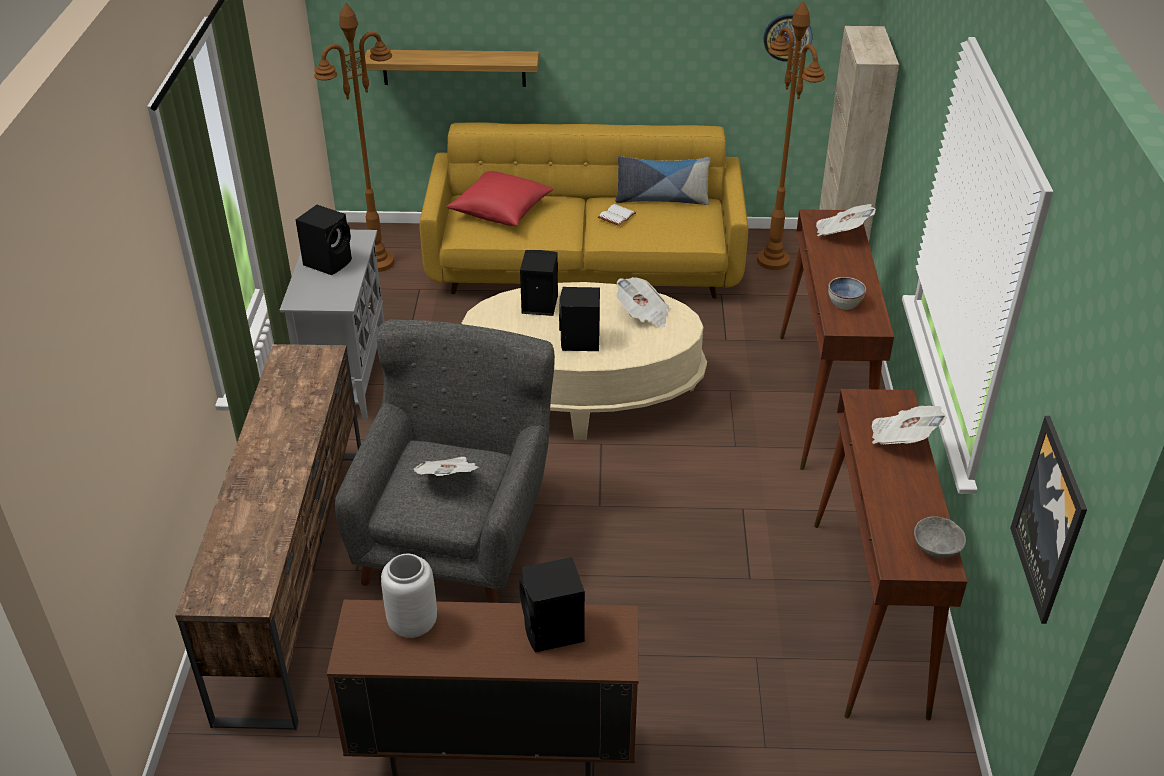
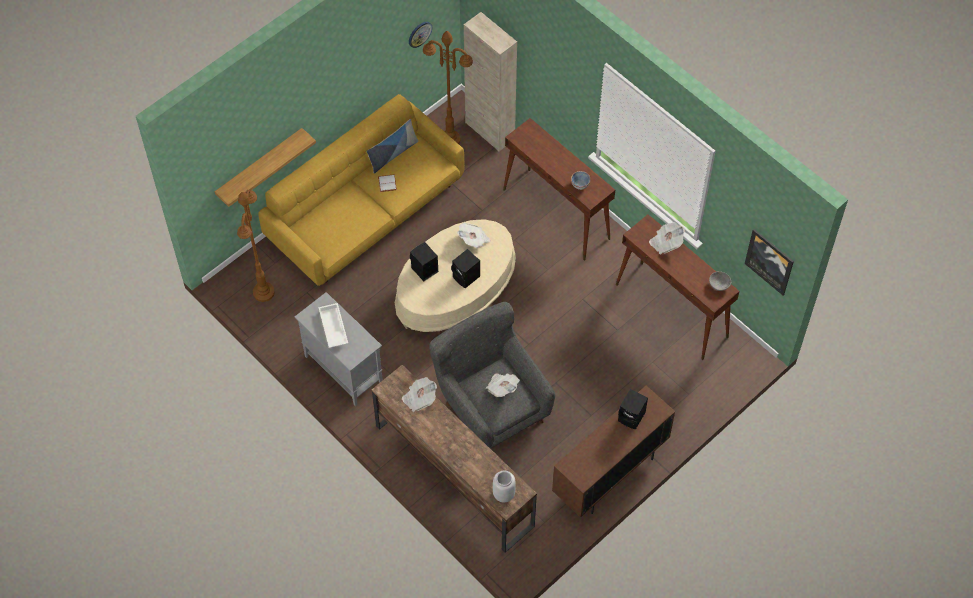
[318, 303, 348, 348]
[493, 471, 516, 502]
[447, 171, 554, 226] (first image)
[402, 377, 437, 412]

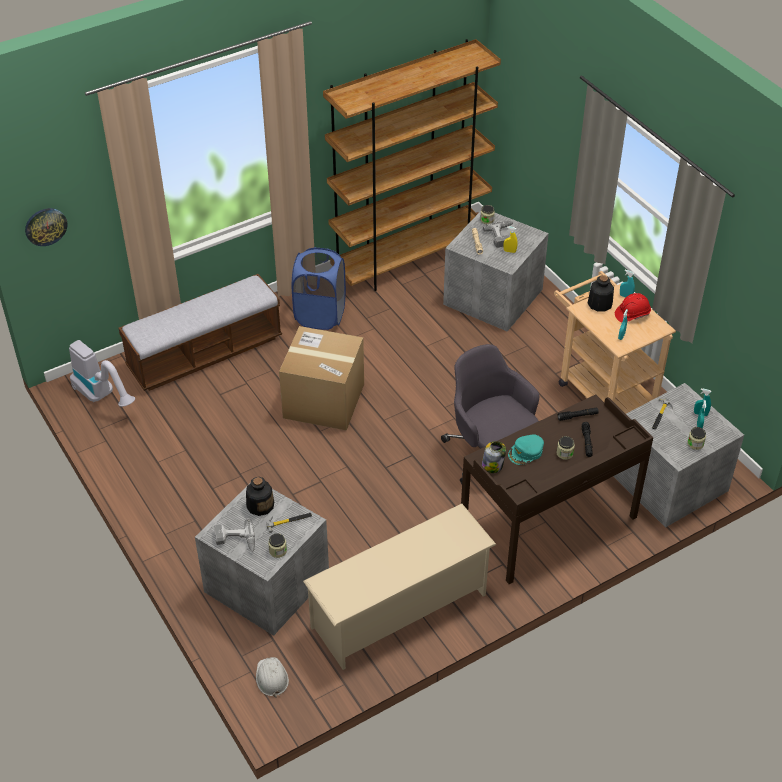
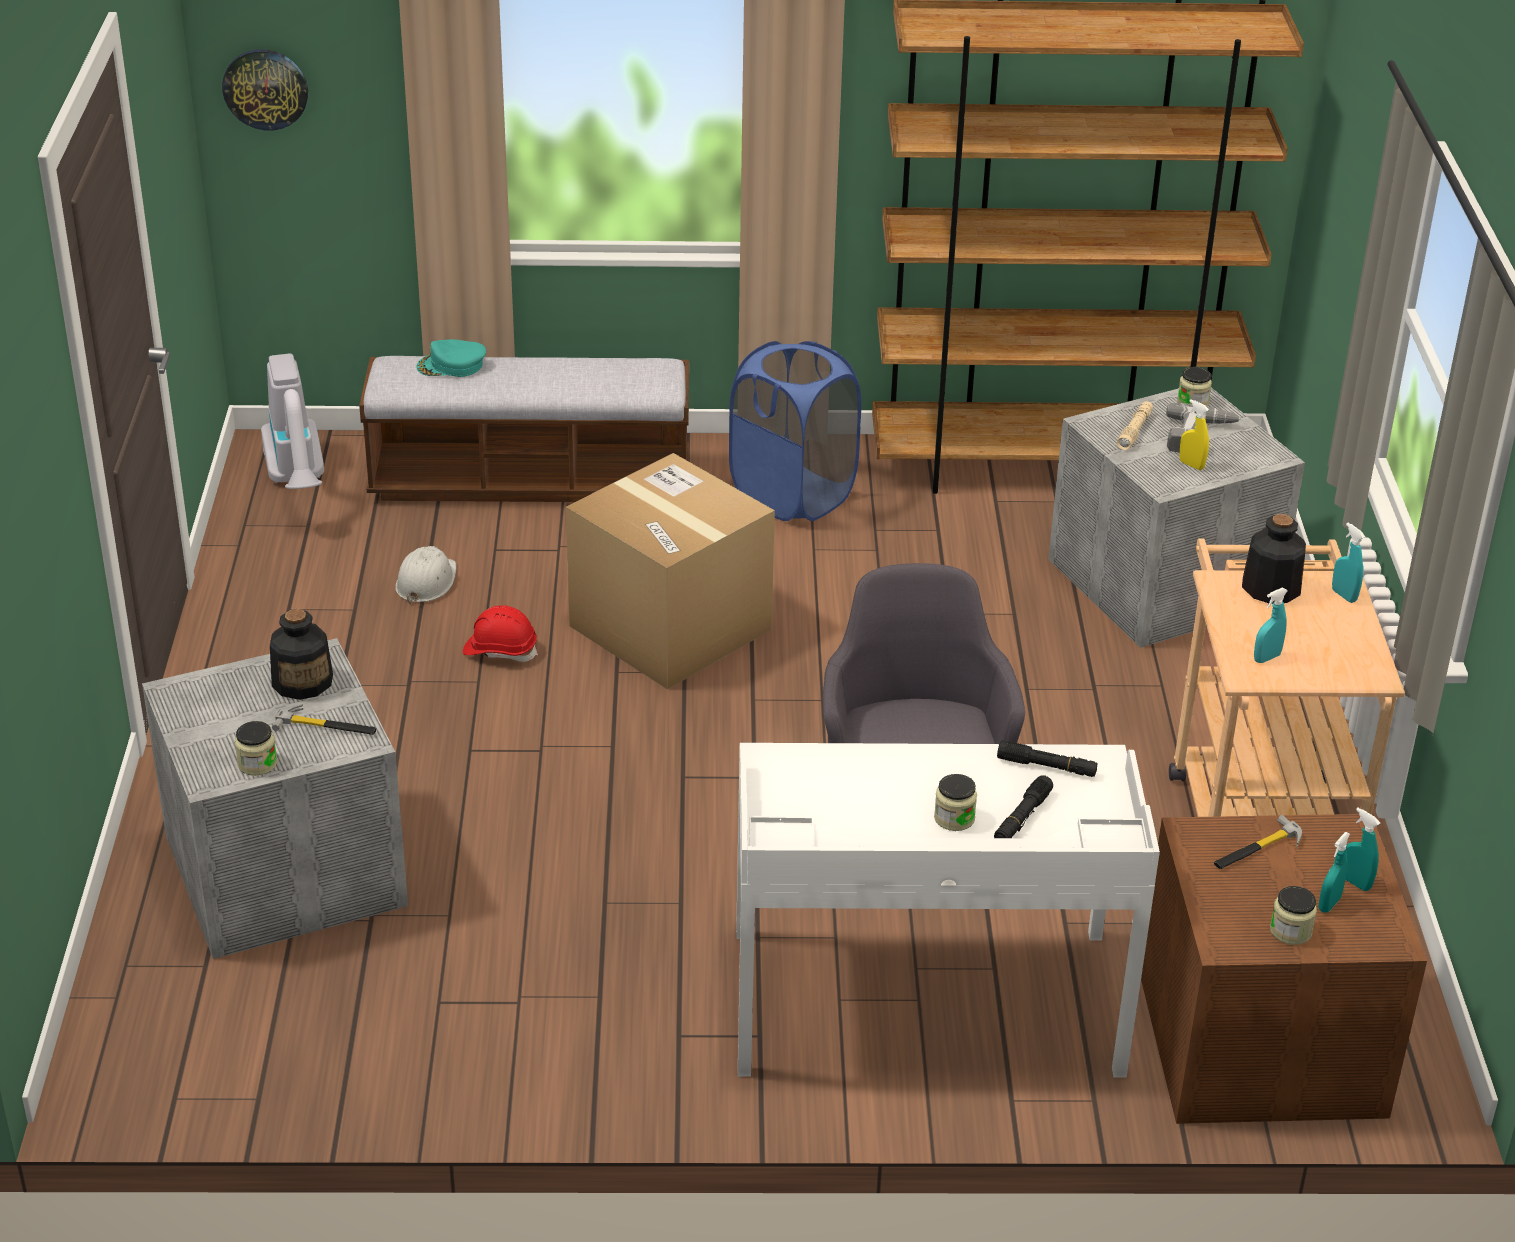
[214, 519, 255, 552] (first image)
[395, 546, 456, 604]
[303, 504, 497, 670] (first image)
[736, 743, 1160, 1078]
[482, 441, 506, 473] (first image)
[416, 339, 486, 377]
[1141, 814, 1427, 1124]
[463, 605, 538, 662]

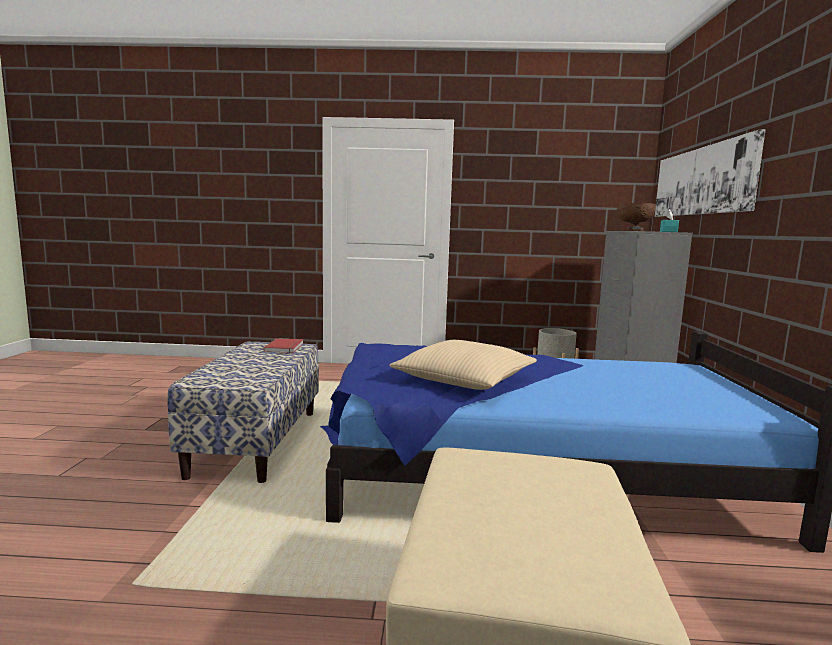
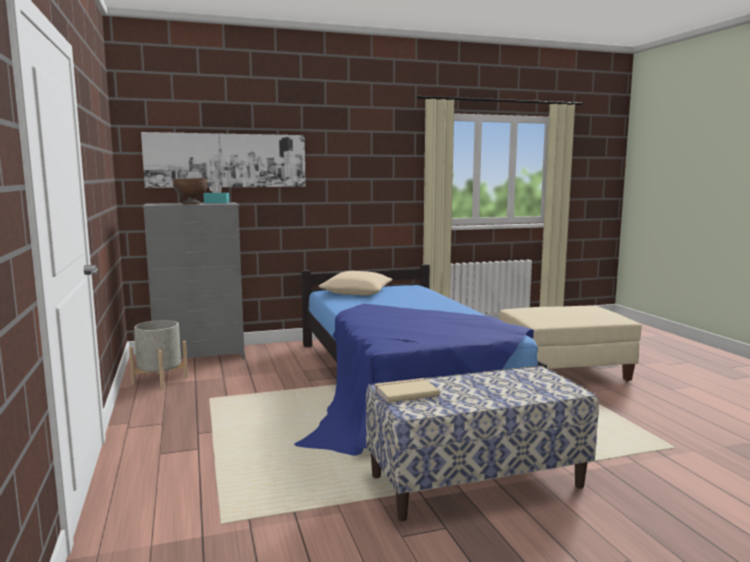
[375, 378, 440, 403]
[319, 271, 392, 295]

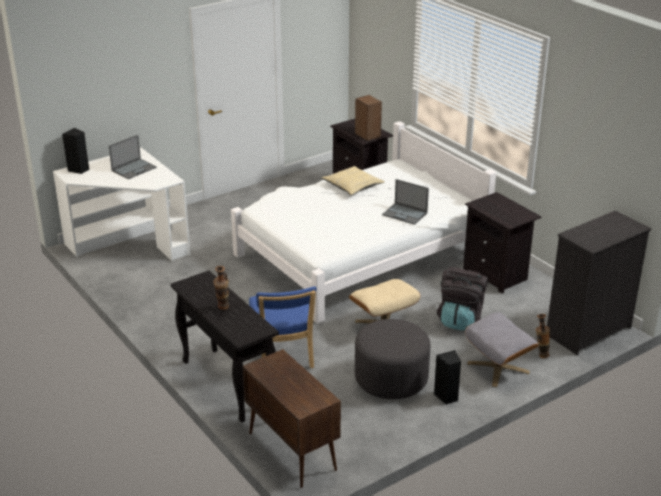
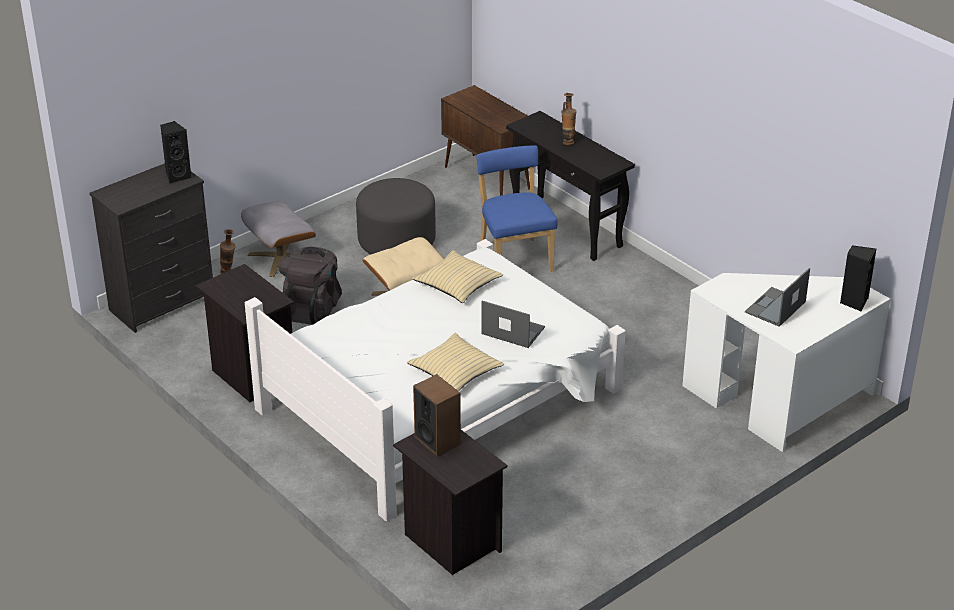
[481, 301, 545, 348]
[160, 121, 192, 184]
[412, 250, 503, 303]

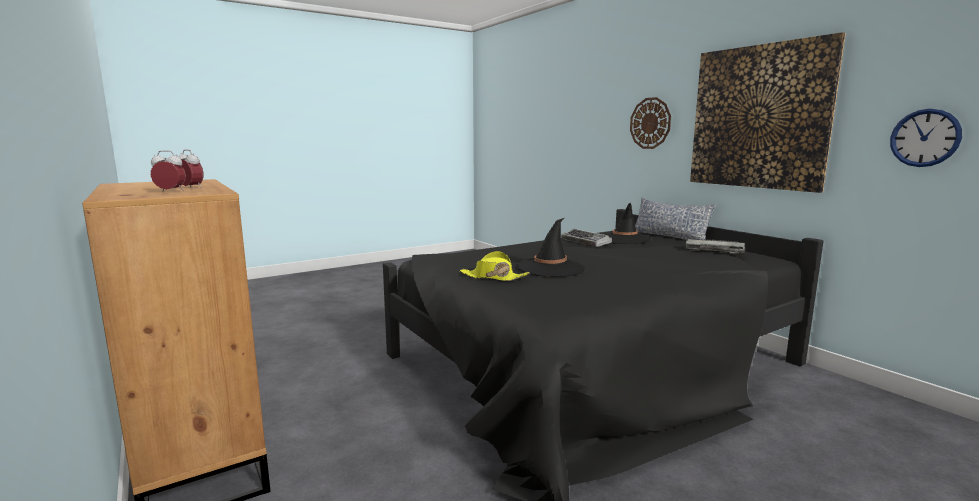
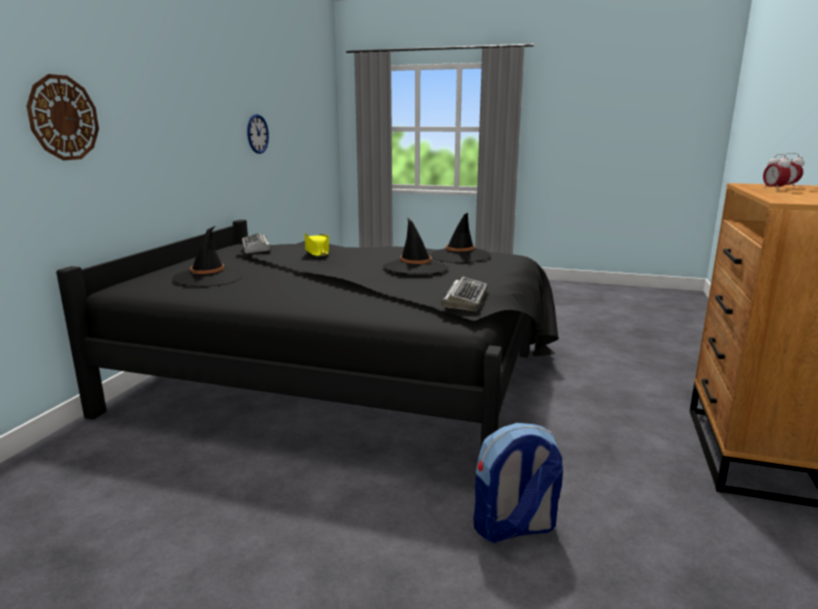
[304, 233, 329, 256]
[441, 277, 488, 312]
[635, 198, 715, 240] (first image)
[690, 32, 846, 193] (first image)
[430, 213, 490, 263]
[473, 423, 563, 543]

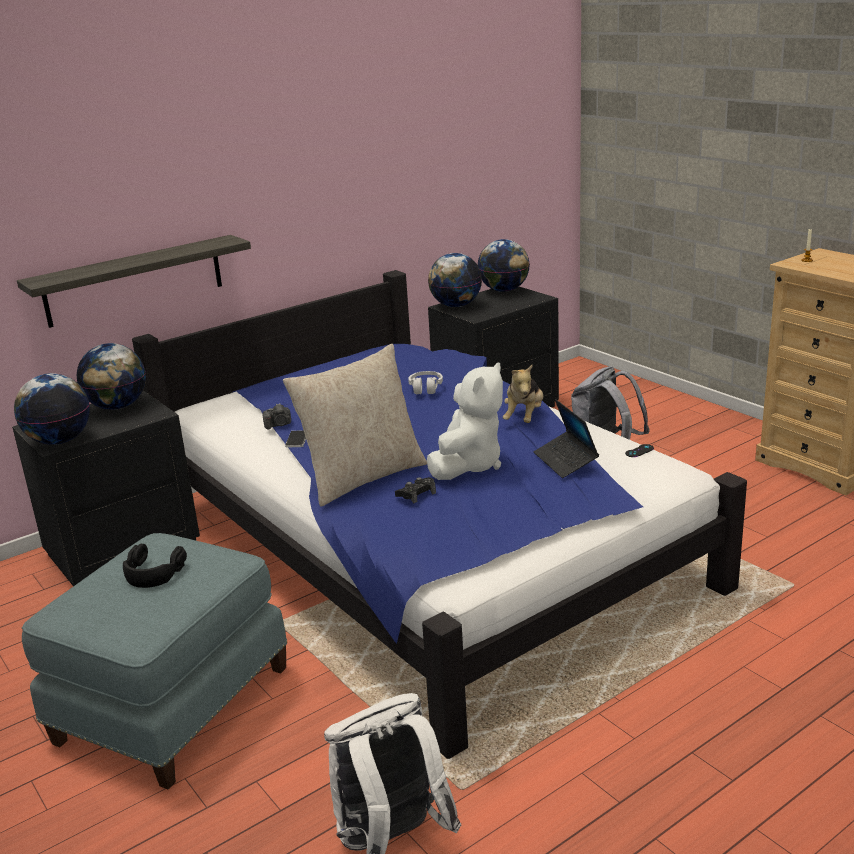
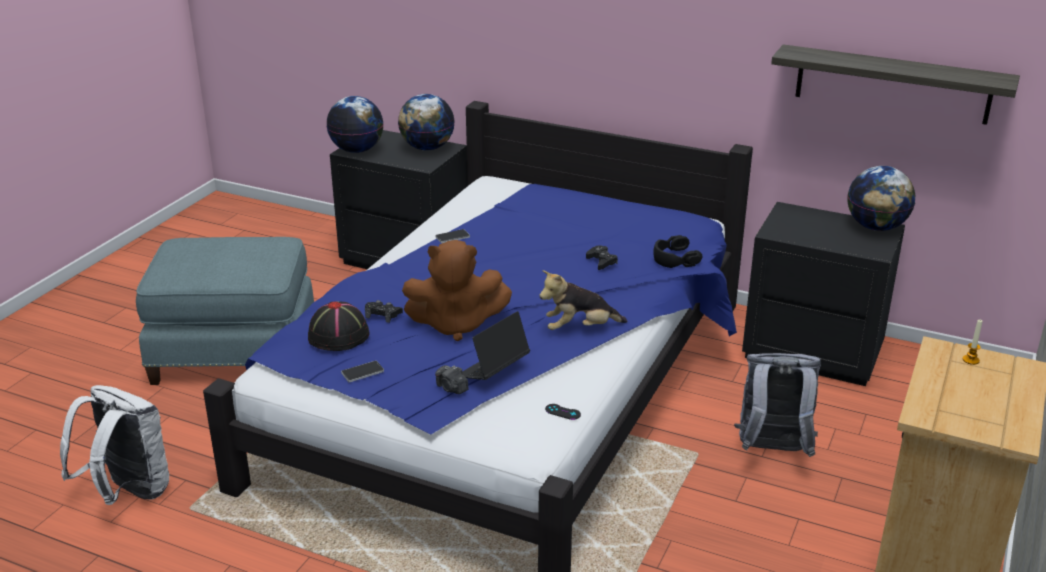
[771, 44, 1020, 125]
[653, 235, 702, 268]
[435, 365, 468, 394]
[283, 344, 427, 506] (first image)
[586, 245, 618, 270]
[402, 240, 512, 341]
[428, 253, 482, 307] (first image)
[308, 301, 370, 351]
[341, 361, 384, 382]

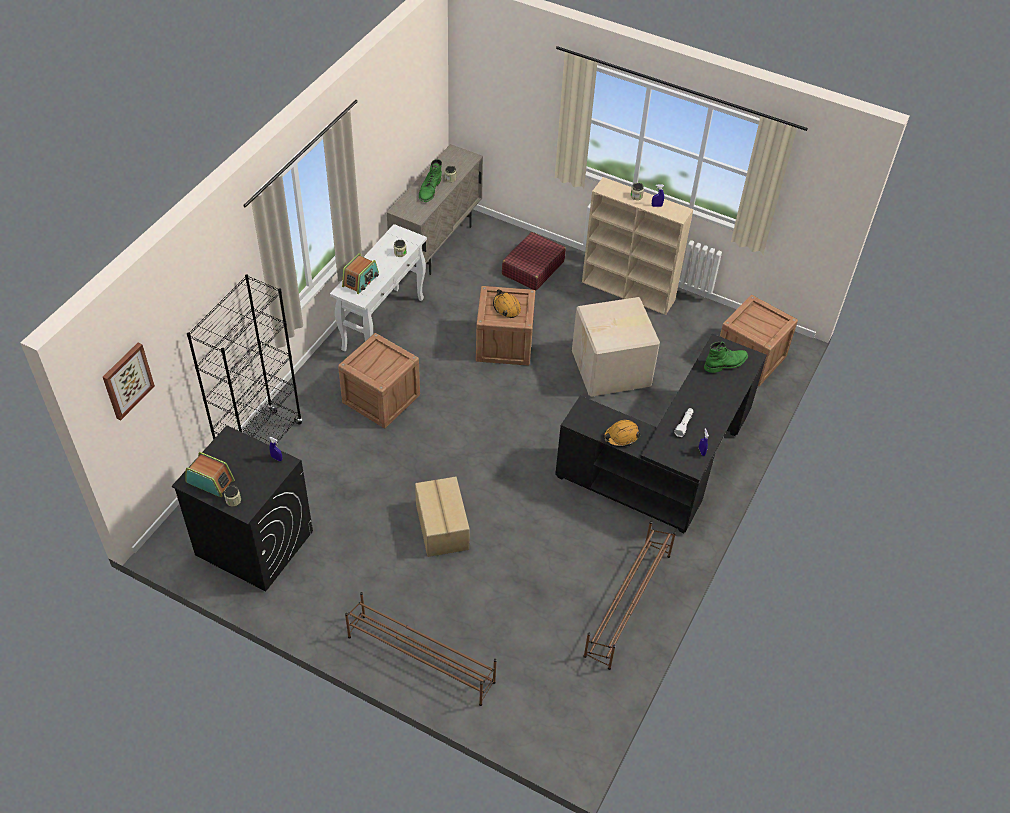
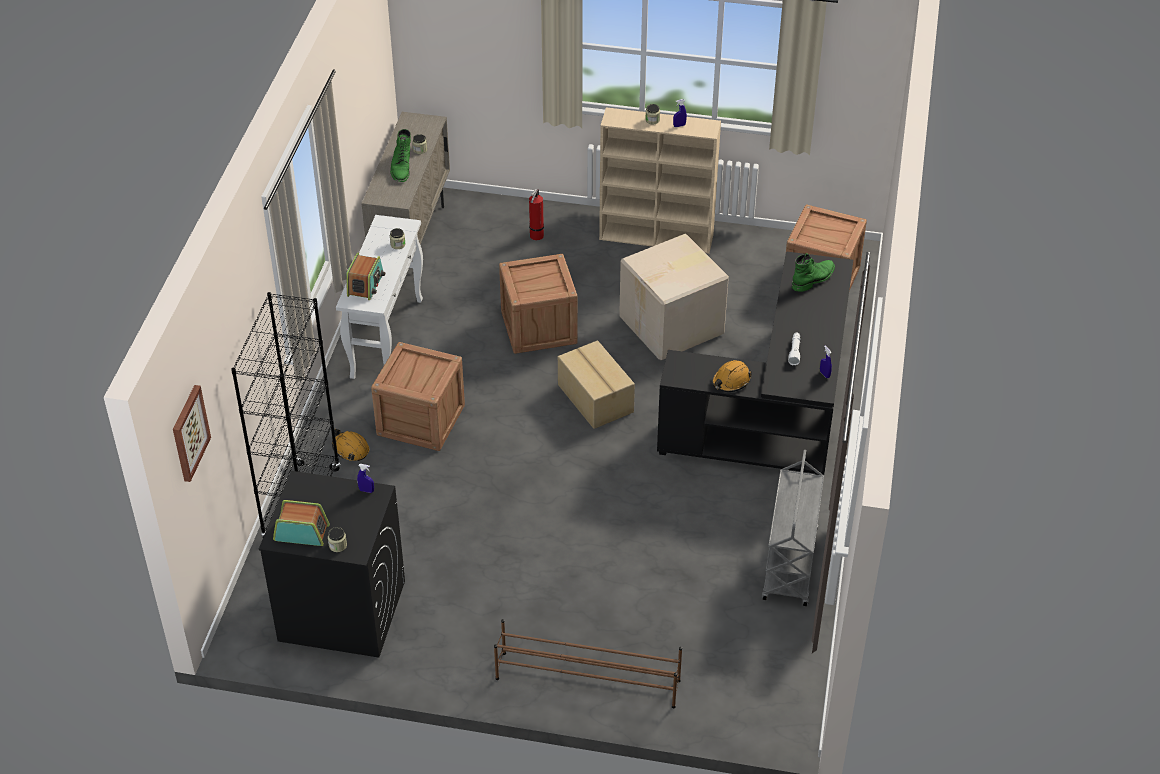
[558, 340, 635, 429]
[332, 429, 369, 461]
[529, 189, 544, 240]
[762, 450, 824, 606]

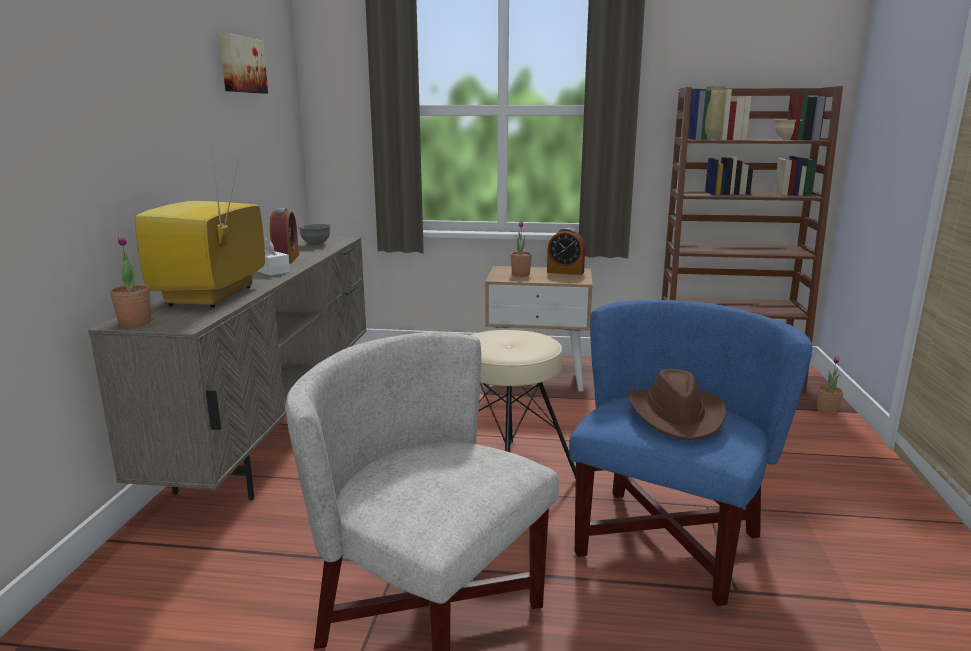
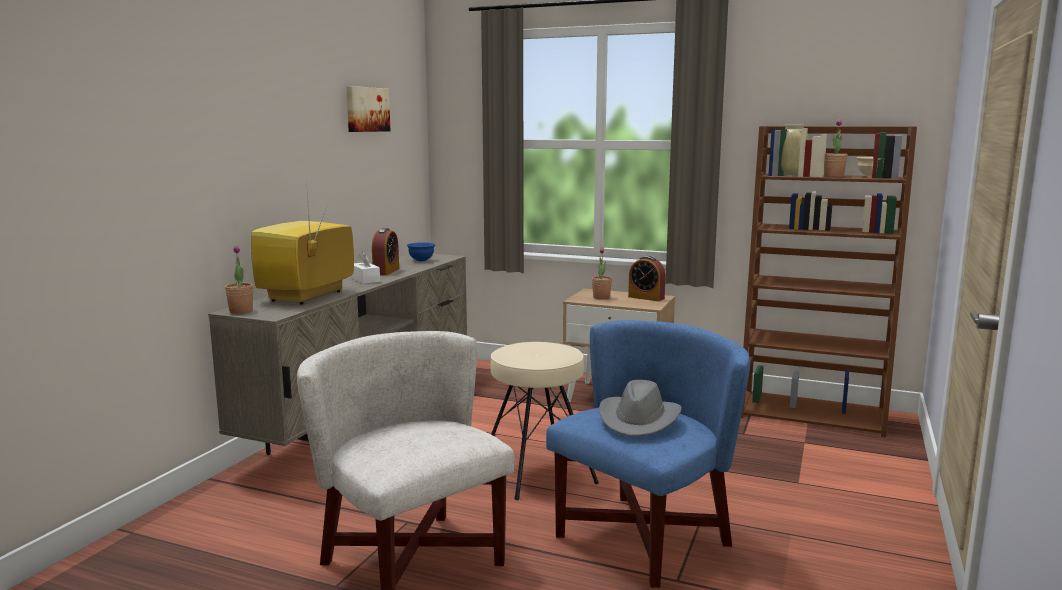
[407, 242, 435, 261]
[599, 380, 682, 436]
[824, 119, 848, 177]

